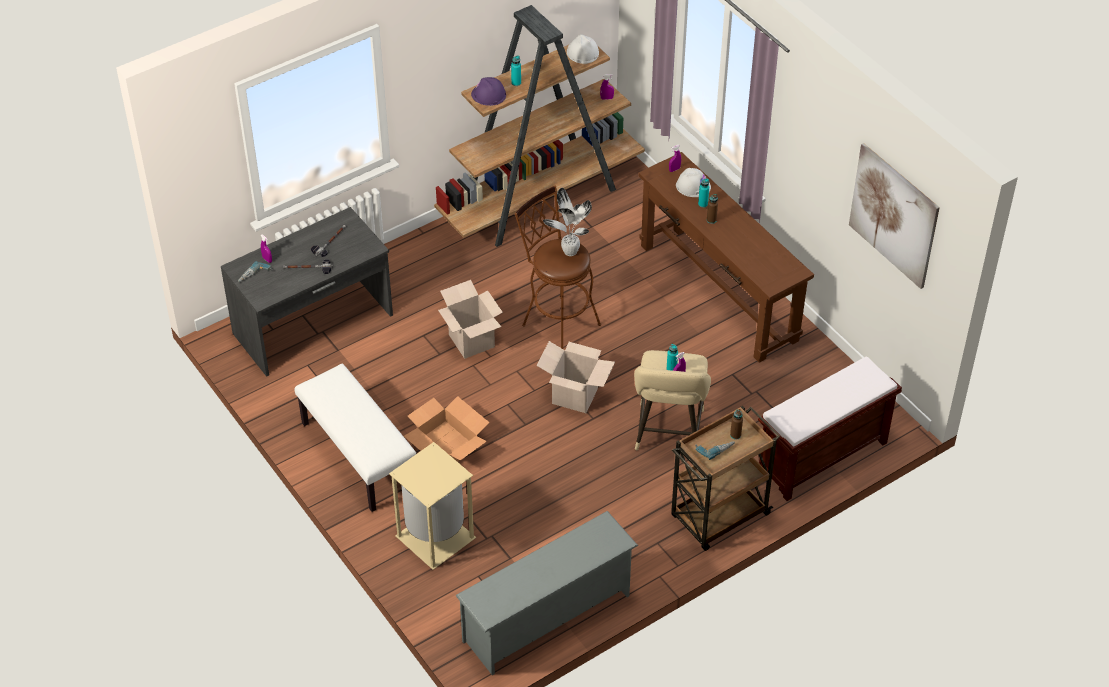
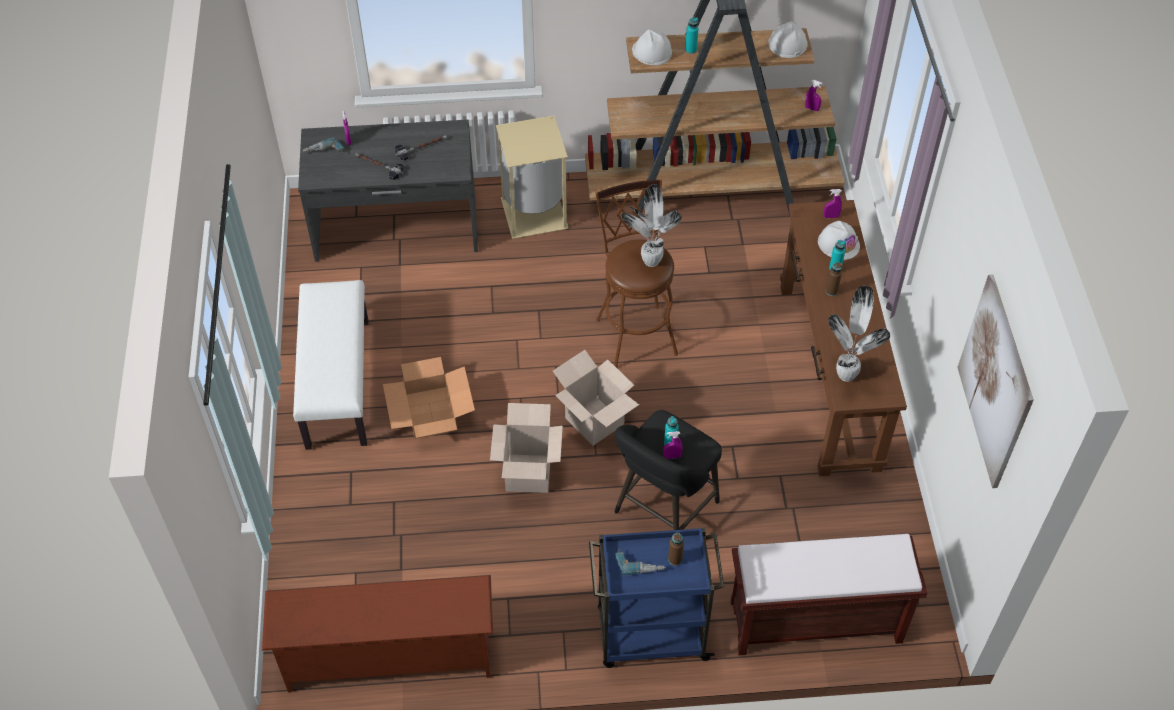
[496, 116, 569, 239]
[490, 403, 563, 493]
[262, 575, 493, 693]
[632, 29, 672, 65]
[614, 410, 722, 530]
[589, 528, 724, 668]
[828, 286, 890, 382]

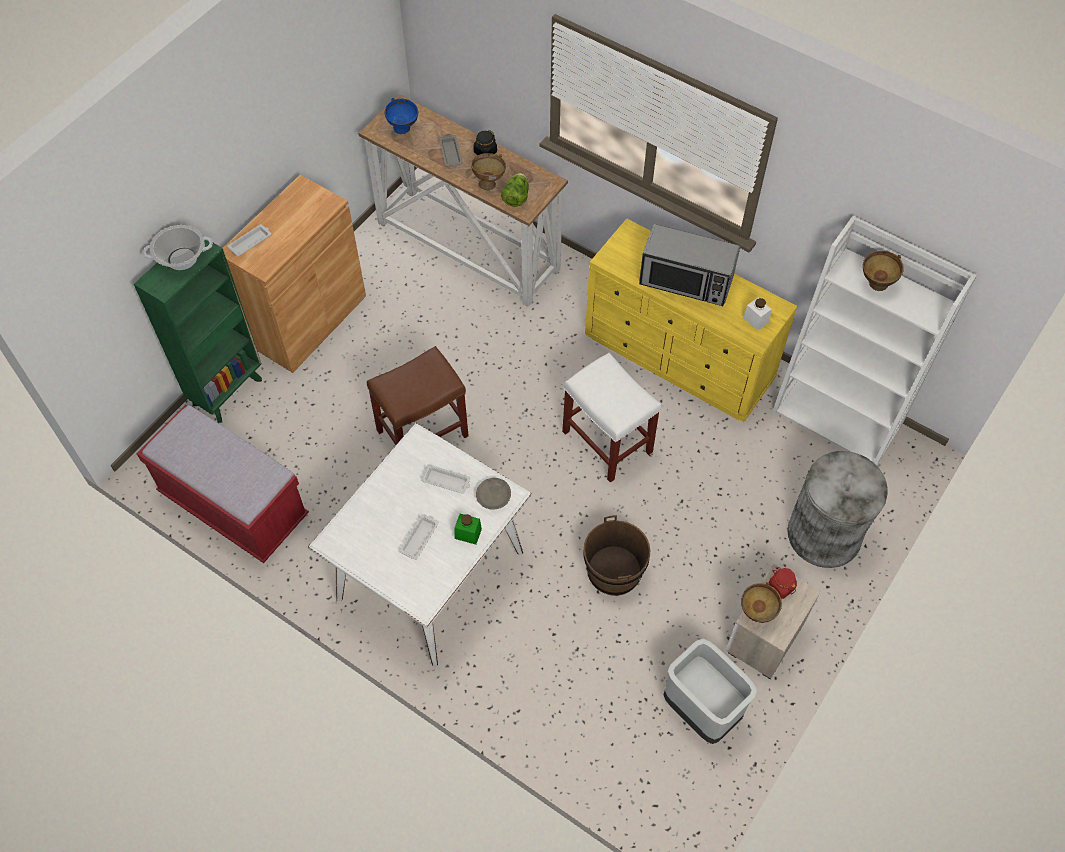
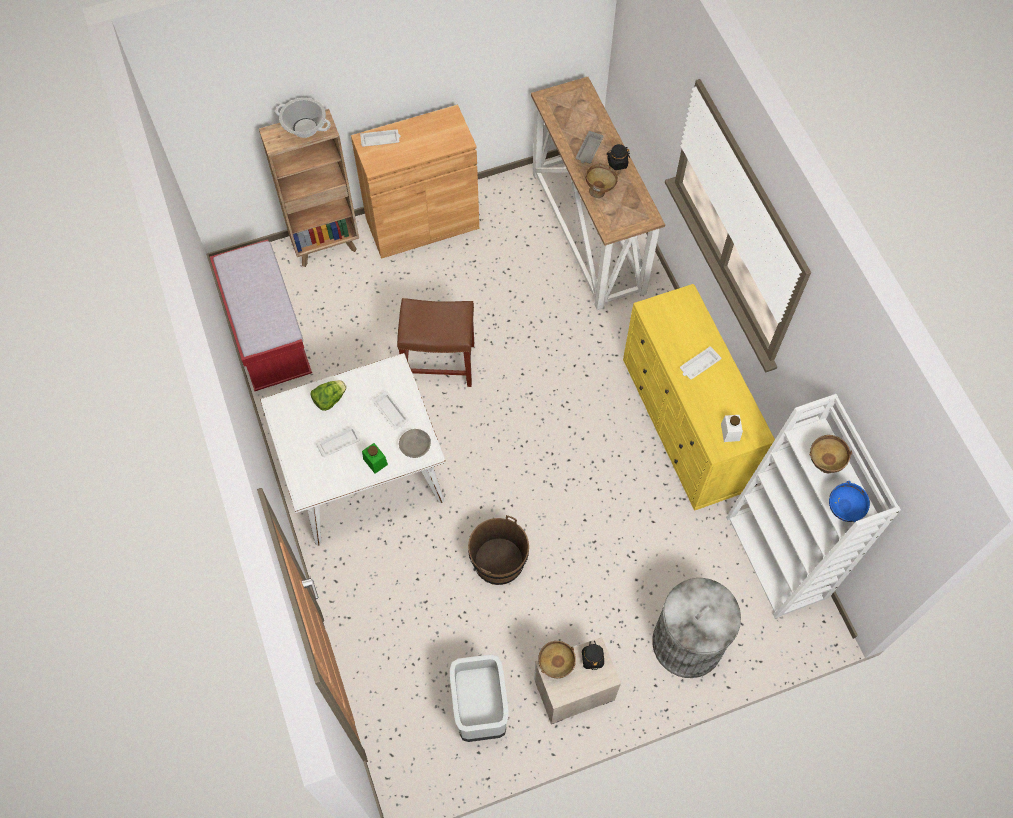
[259, 109, 359, 267]
[829, 481, 870, 522]
[311, 380, 347, 411]
[562, 353, 661, 483] (first image)
[680, 346, 721, 379]
[582, 640, 604, 670]

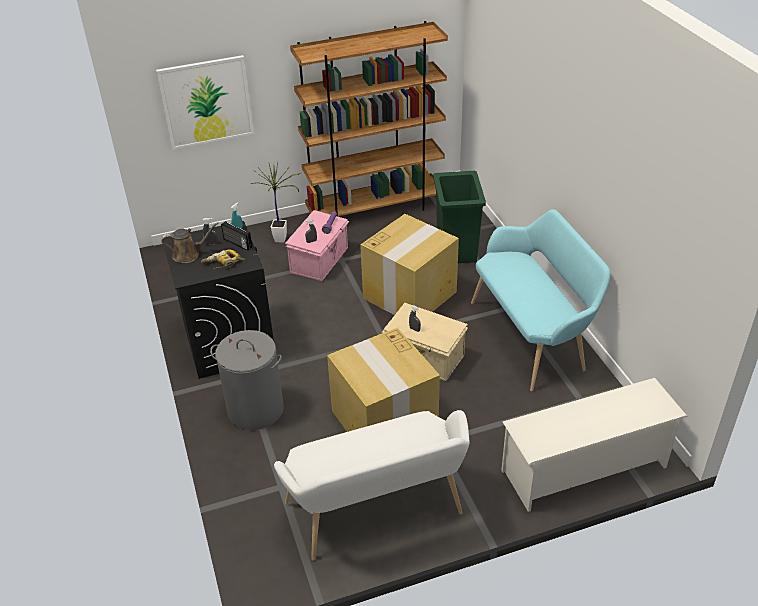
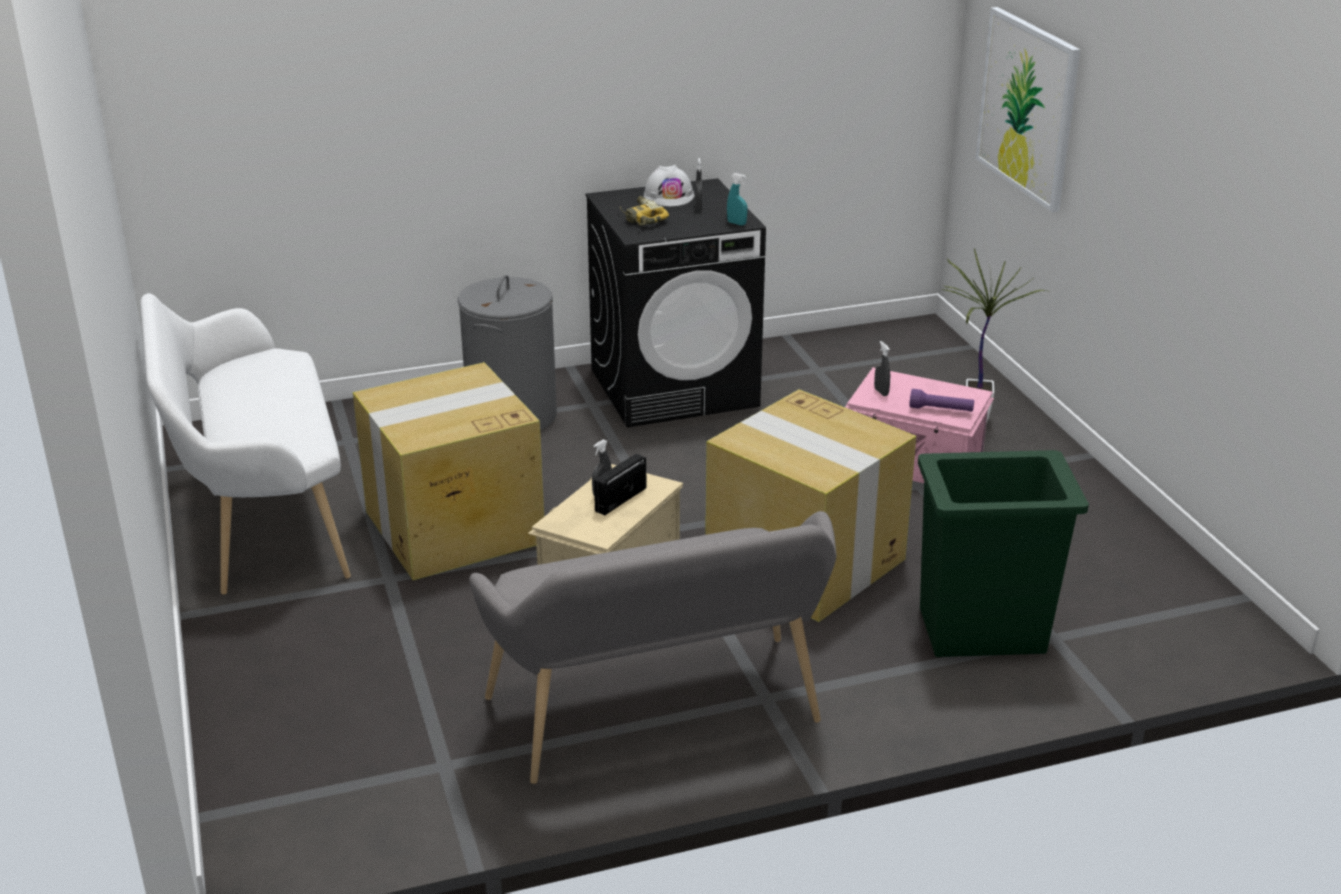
[644, 165, 695, 206]
[594, 453, 646, 515]
[290, 21, 448, 217] (first image)
[469, 511, 836, 784]
[501, 378, 688, 512] (first image)

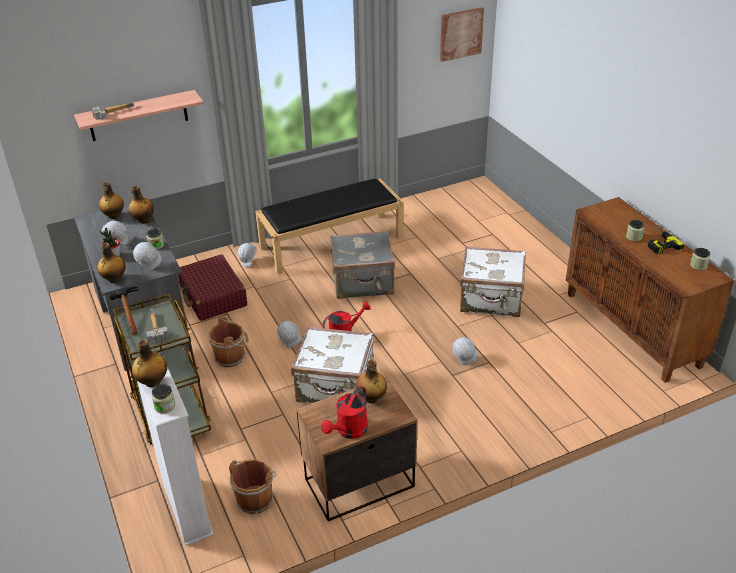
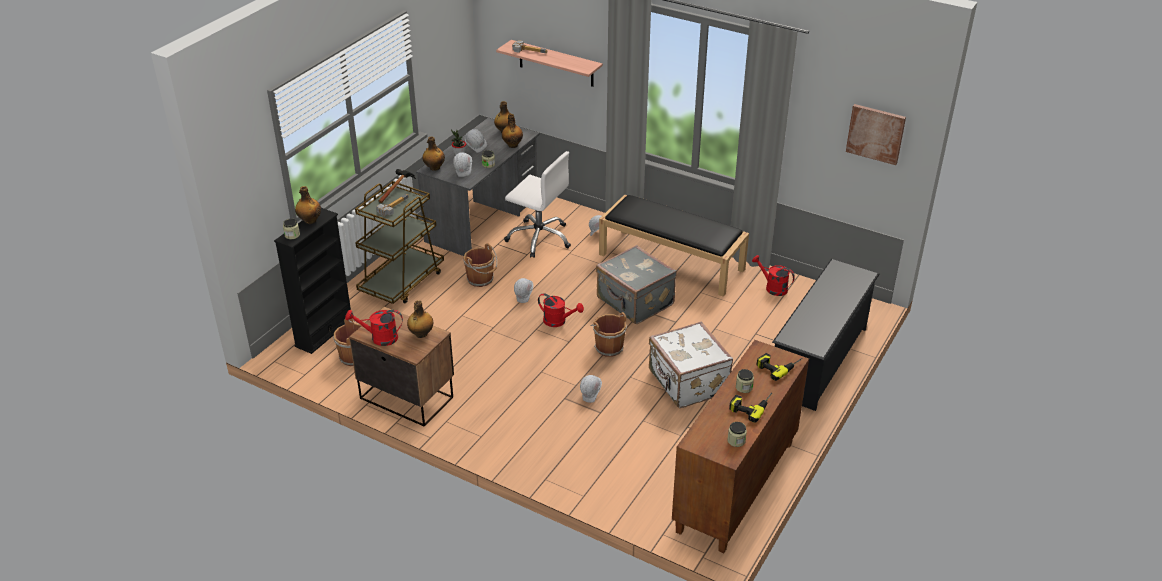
[274, 208, 351, 354]
[504, 151, 571, 258]
[291, 326, 374, 403] (first image)
[590, 312, 627, 357]
[752, 255, 795, 296]
[757, 353, 803, 381]
[772, 259, 880, 411]

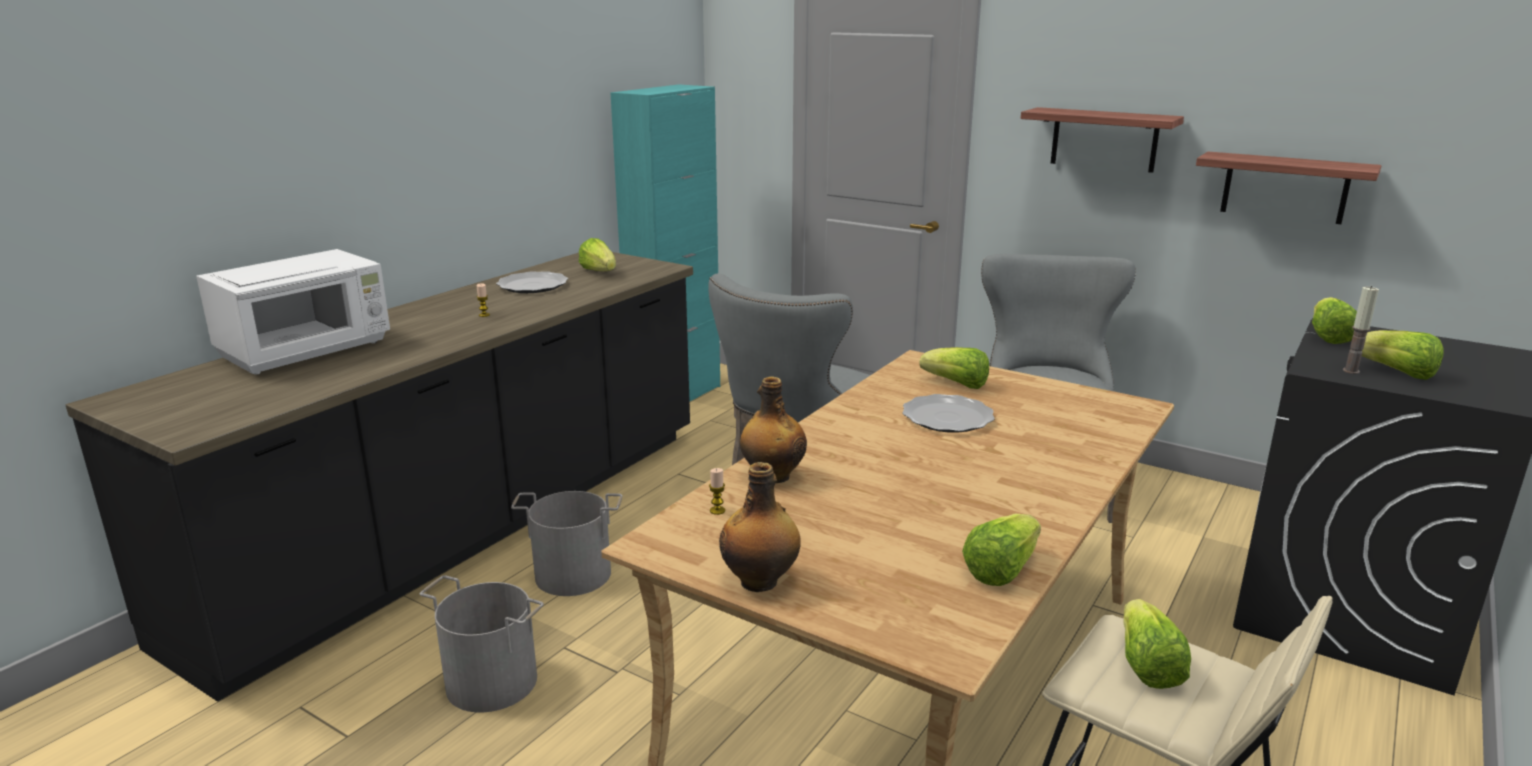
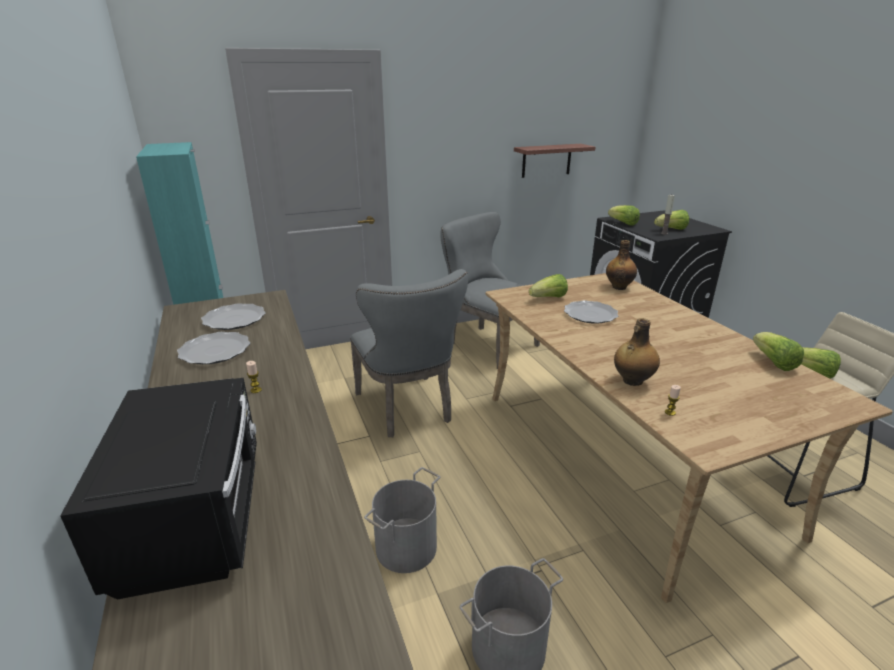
[60, 378, 257, 600]
[201, 303, 266, 330]
[606, 240, 637, 290]
[1021, 107, 1184, 173] (first image)

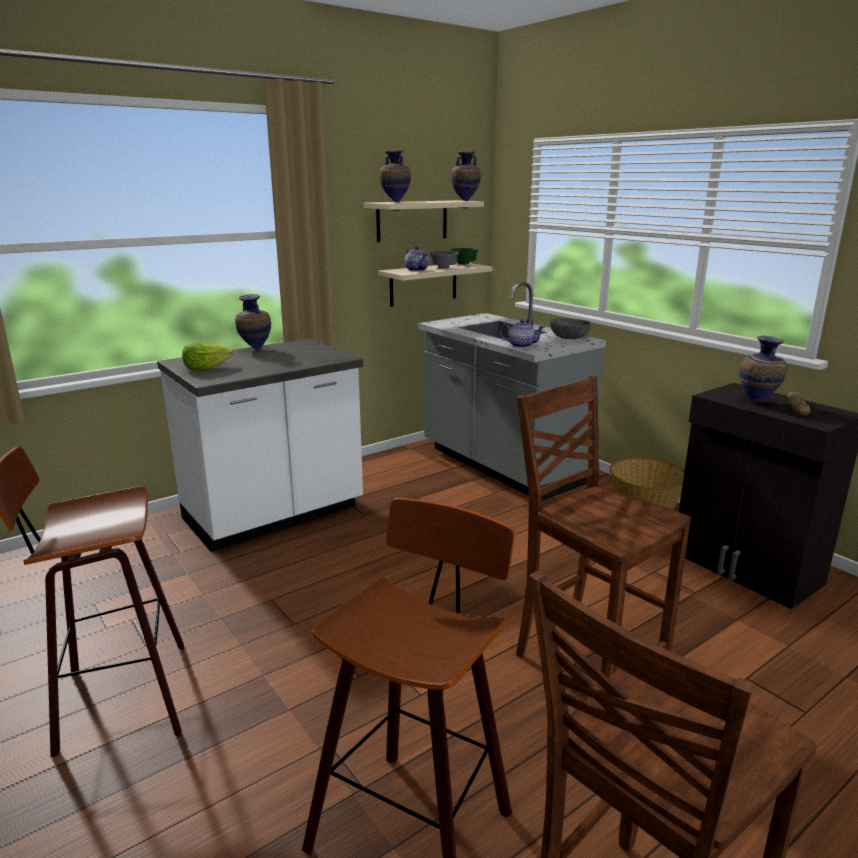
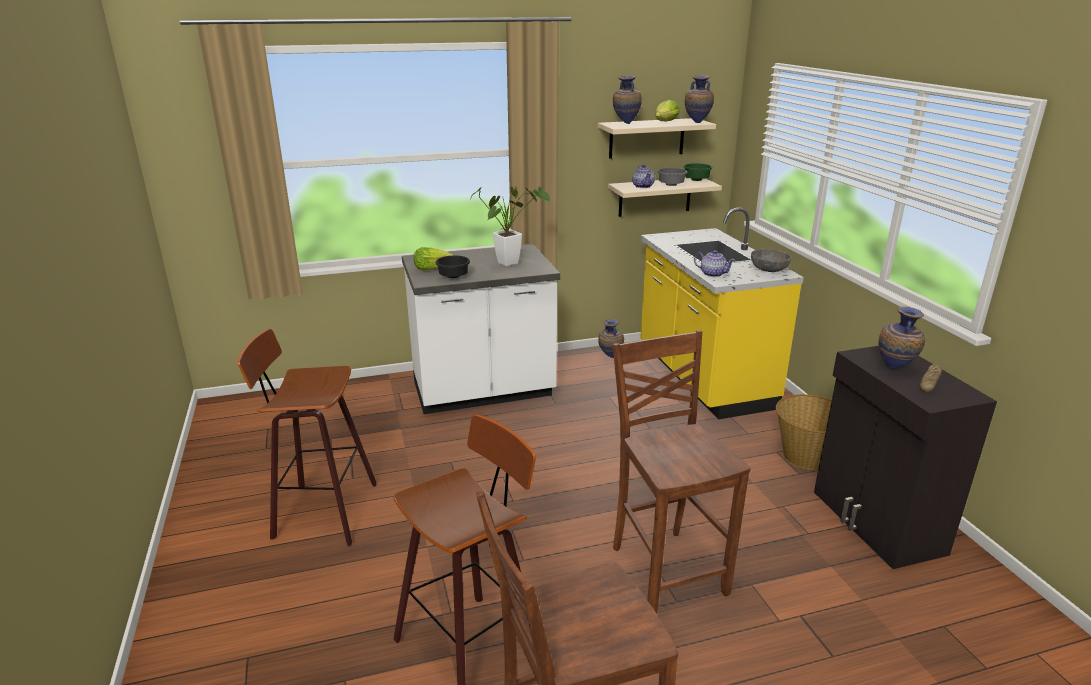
[598, 319, 624, 358]
[640, 208, 804, 420]
[435, 255, 470, 278]
[471, 187, 551, 266]
[656, 100, 680, 121]

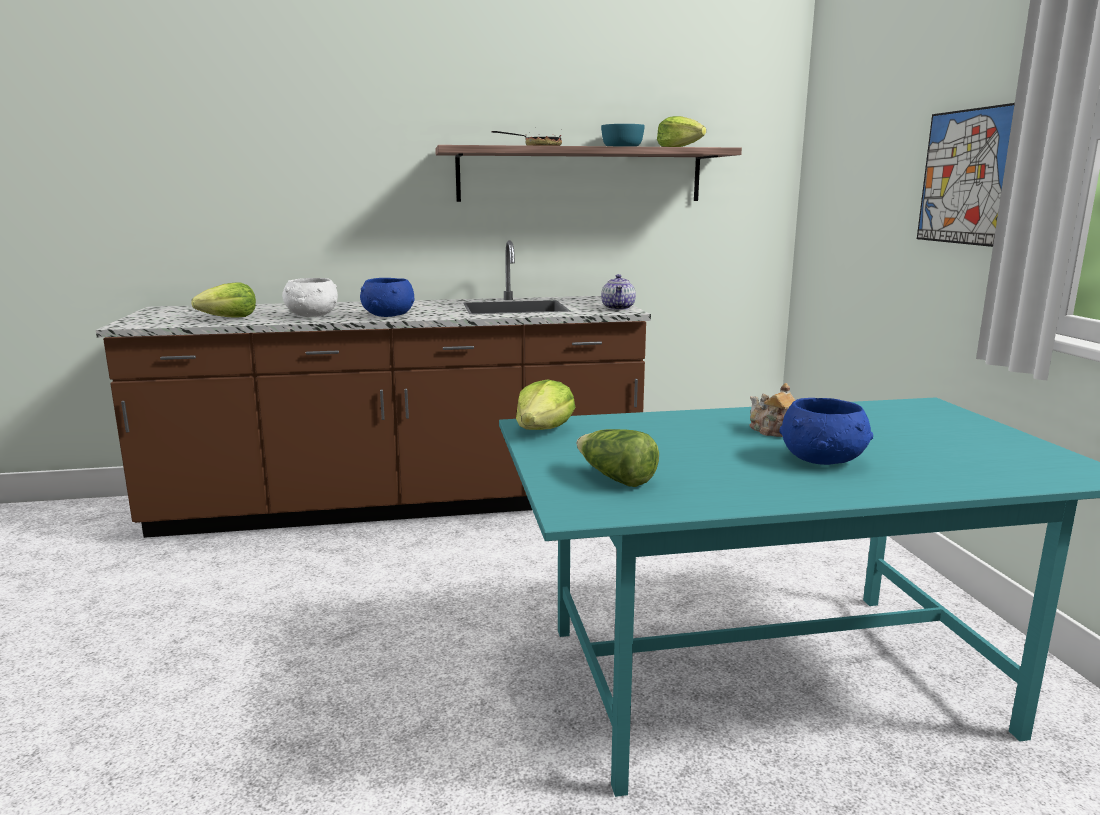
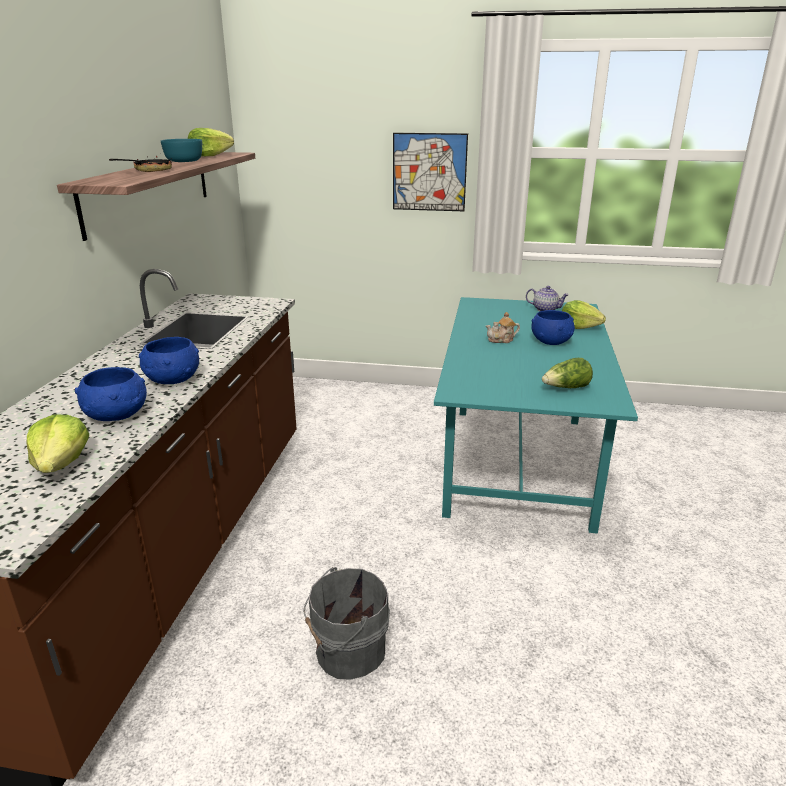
[75, 367, 147, 421]
[562, 300, 606, 329]
[526, 286, 569, 311]
[303, 567, 390, 680]

